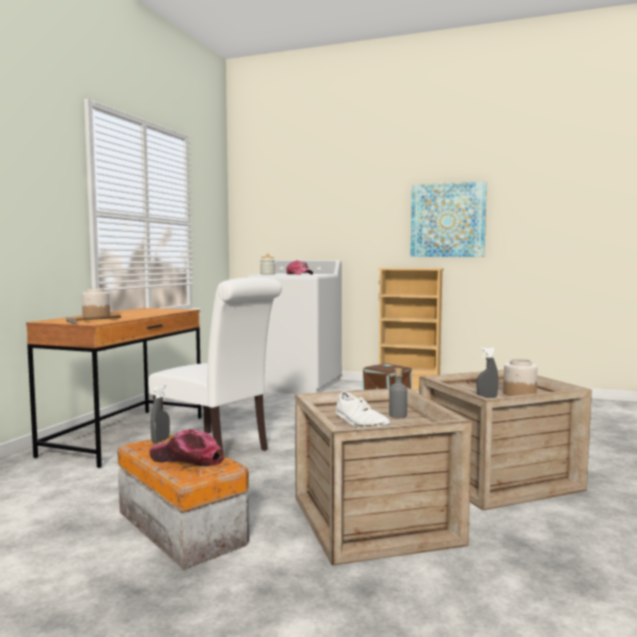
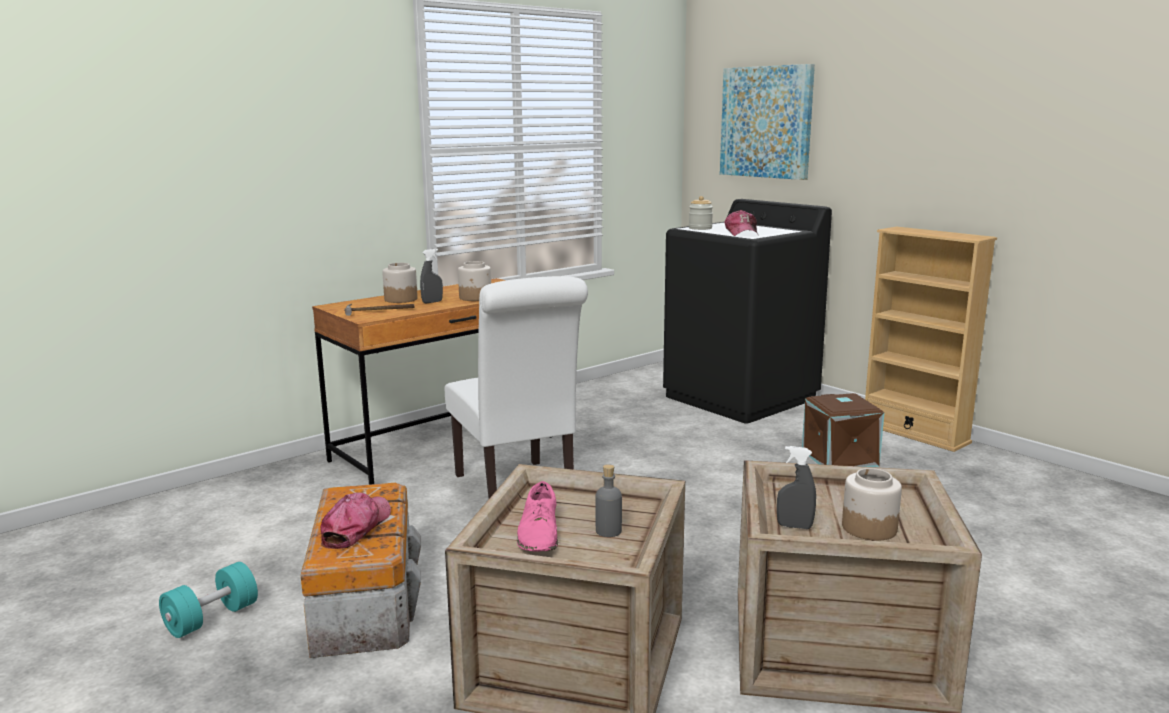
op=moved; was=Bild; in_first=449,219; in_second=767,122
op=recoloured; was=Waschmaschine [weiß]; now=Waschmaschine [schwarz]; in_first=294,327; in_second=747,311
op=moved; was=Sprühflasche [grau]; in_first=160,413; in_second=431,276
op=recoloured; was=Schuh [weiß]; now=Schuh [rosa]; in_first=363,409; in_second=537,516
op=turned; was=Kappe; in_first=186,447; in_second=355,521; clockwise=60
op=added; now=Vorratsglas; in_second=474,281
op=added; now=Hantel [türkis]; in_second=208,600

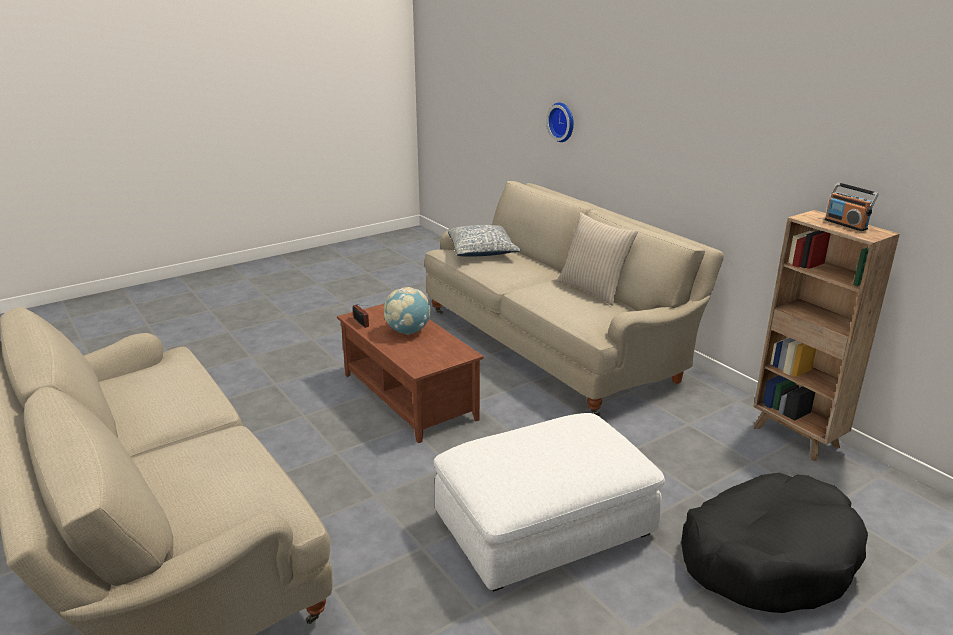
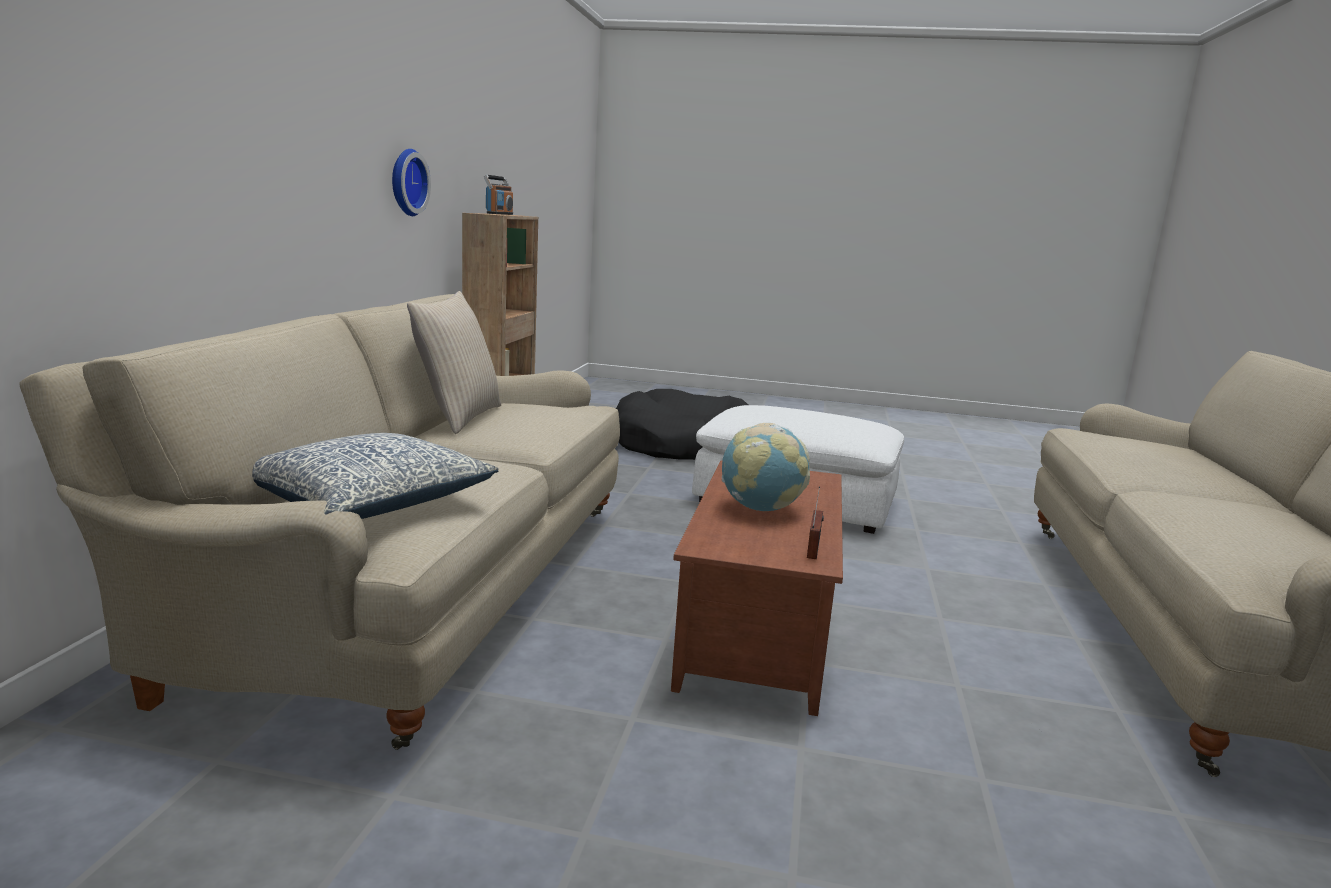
op=moved; was=Wanduhr; in_first=560,122; in_second=411,182

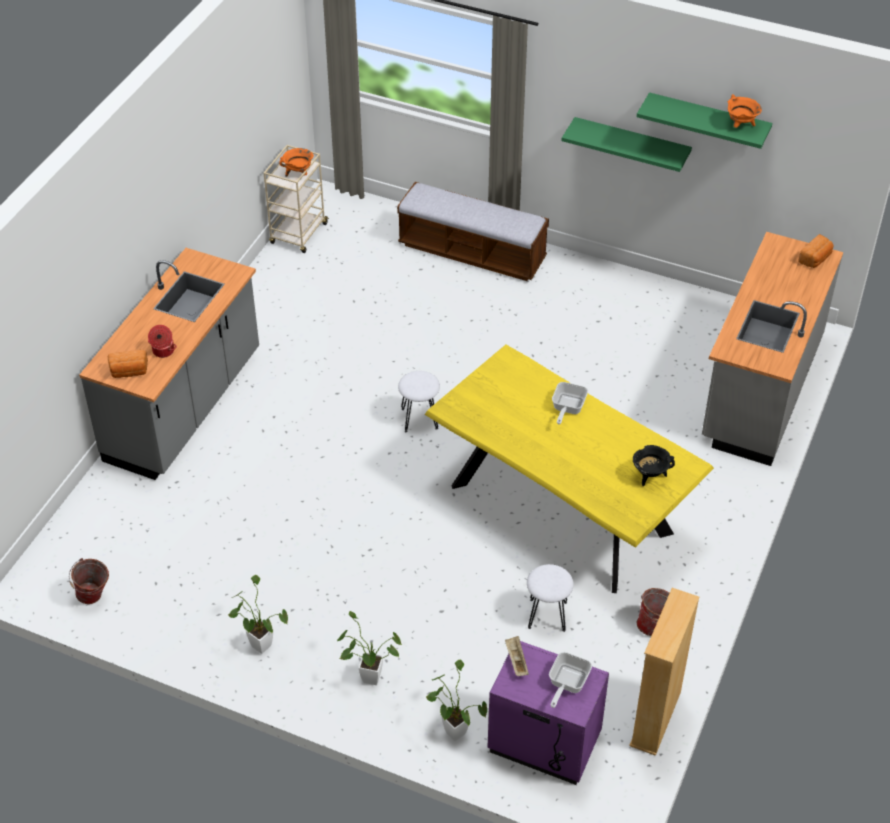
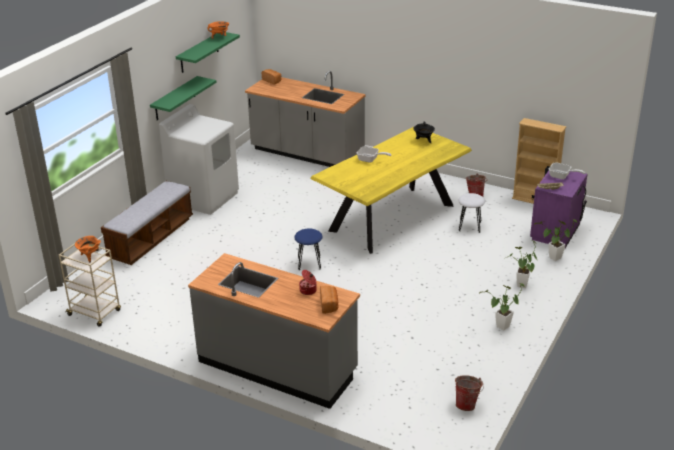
op=recoloured; was=Hocker [weiß]; now=Hocker [blau]; in_first=419,401; in_second=308,249
op=added; now=Waschmaschine [weiß]; in_second=199,159

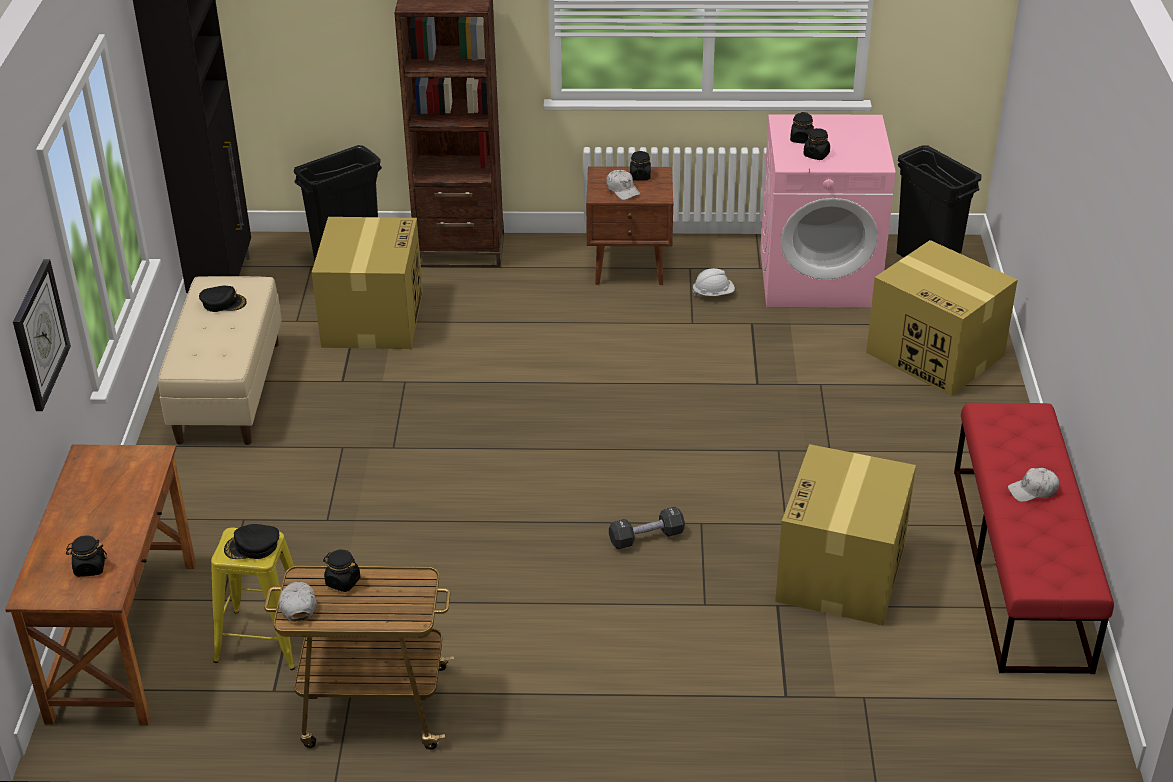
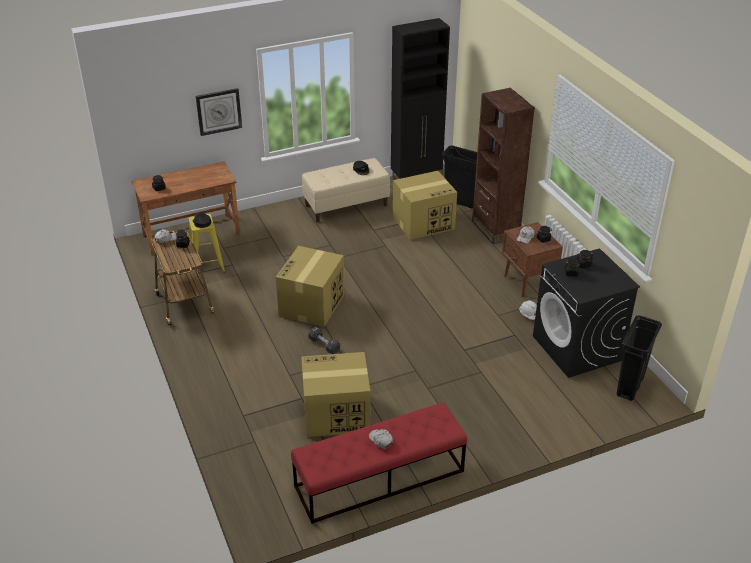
op=recoloured; was=Waschmaschine [rosa]; now=Waschmaschine [schwarz]; in_first=828,211; in_second=586,313
op=moved; was=Karton; in_first=942,318; in_second=310,286

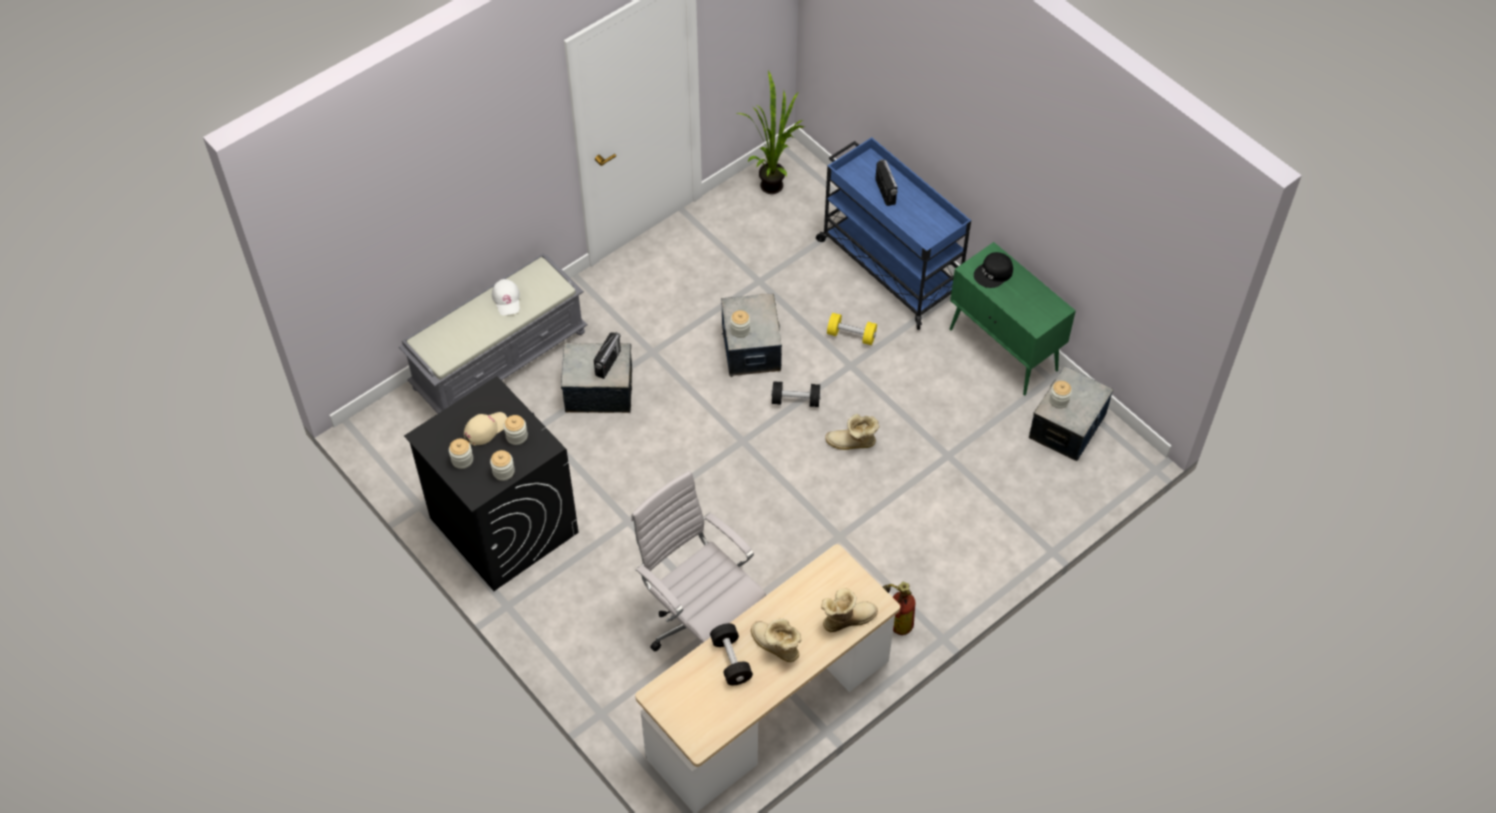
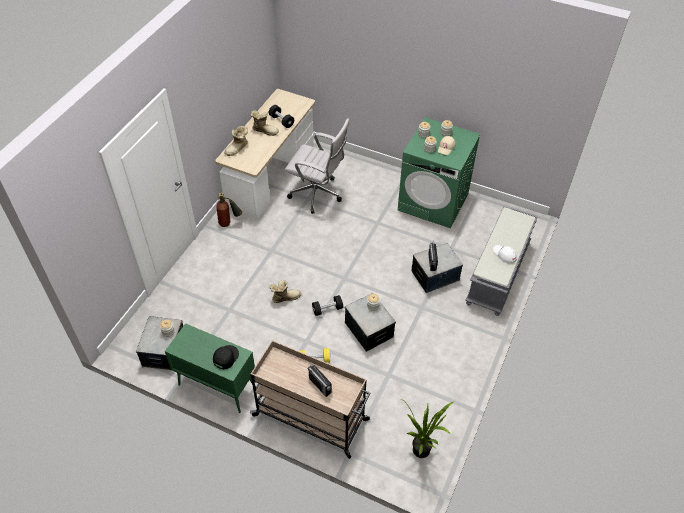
op=recoloured; was=Rollwagen [blau]; now=Rollwagen [beige]; in_first=893,233; in_second=310,399
op=recoloured; was=Waschmaschine [schwarz]; now=Waschmaschine [grün]; in_first=491,483; in_second=439,173

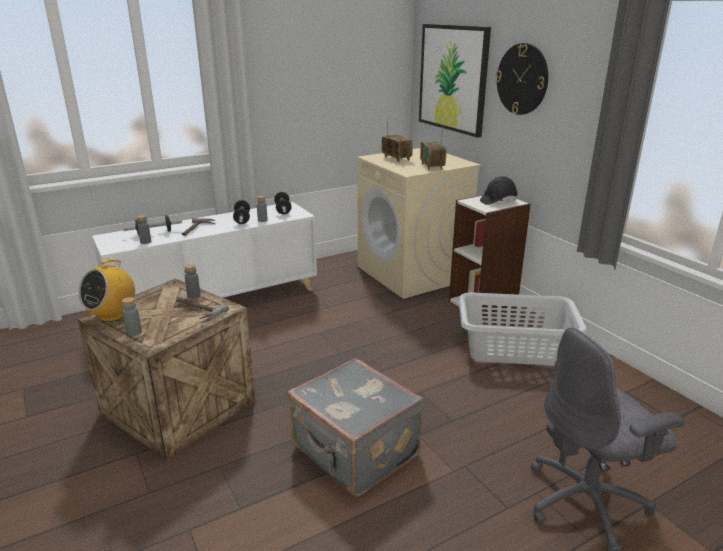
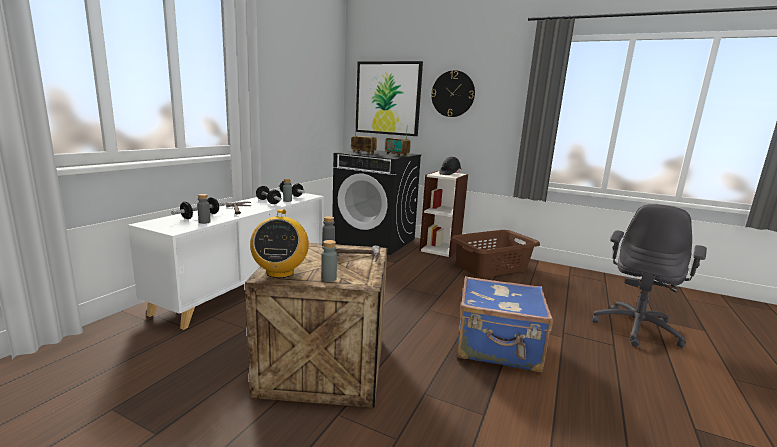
op=recoloured; was=Waschmaschine [beige]; now=Waschmaschine [schwarz]; in_first=419,223; in_second=377,202
op=recoloured; was=Wäschekorb [grau]; now=Wäschekorb [braun]; in_first=523,329; in_second=495,254
op=recoloured; was=Koffer [grau]; now=Koffer [blau]; in_first=355,427; in_second=505,324

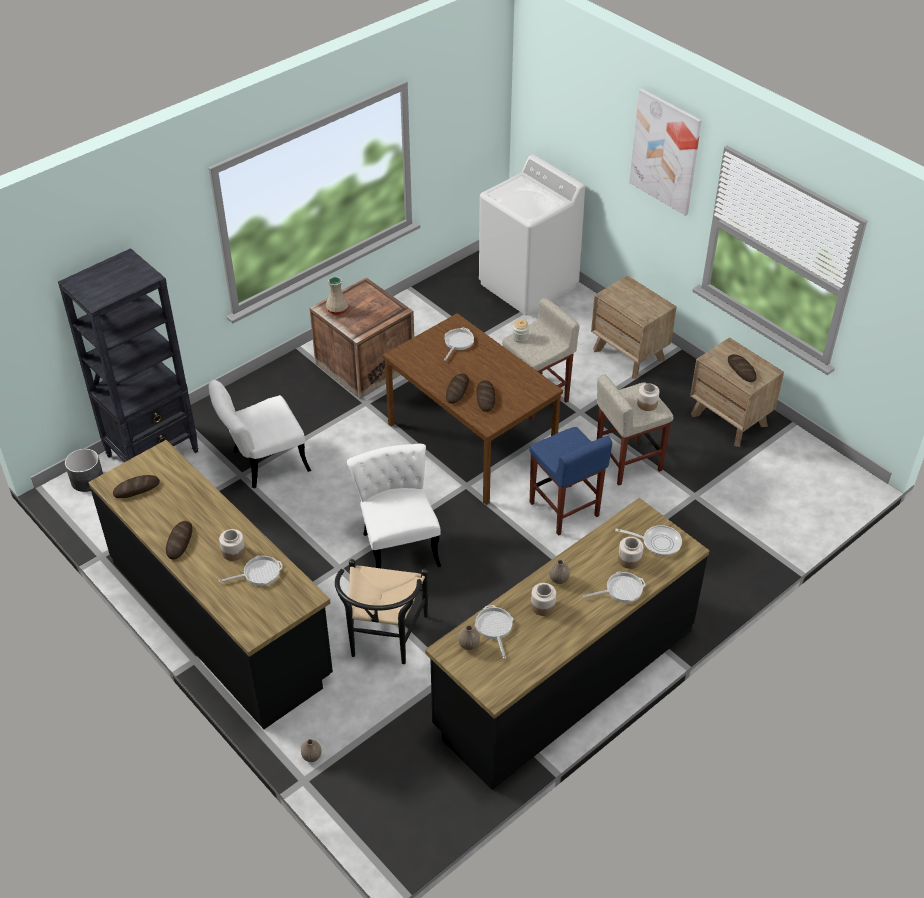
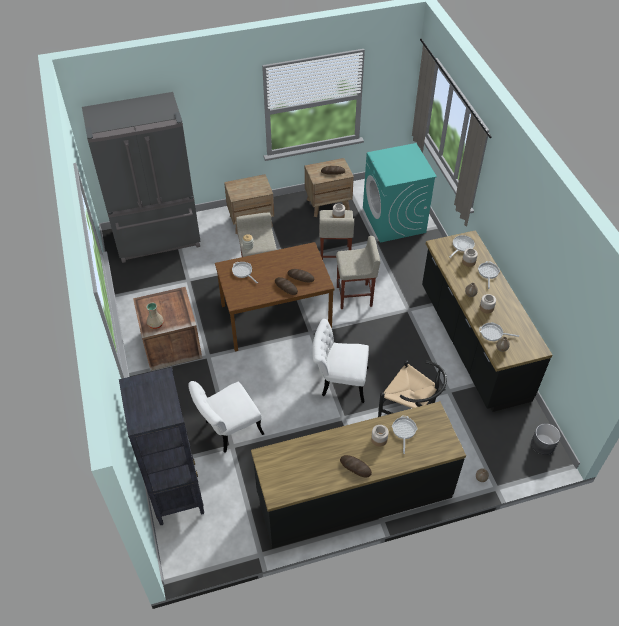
op=removed; was=Bild; in_first=665,152
op=replaced; was=Waschmaschine [weiß]; now=Kühlschrank [grau]; in_first=532,235; in_second=141,177
op=turned; was=Stuhl [weiß]; in_first=260,434; in_second=226,417; clockwise=60
op=recoloured; was=Hocker [blau]; now=Hocker [beige]; in_first=570,481; in_second=358,272
op=moved; was=Pflanzkübel [grau]; in_first=84,470; in_second=545,439
op=removed; was=Brot; in_first=136,486
op=added; now=Waschmaschine [türkis]; in_second=400,193

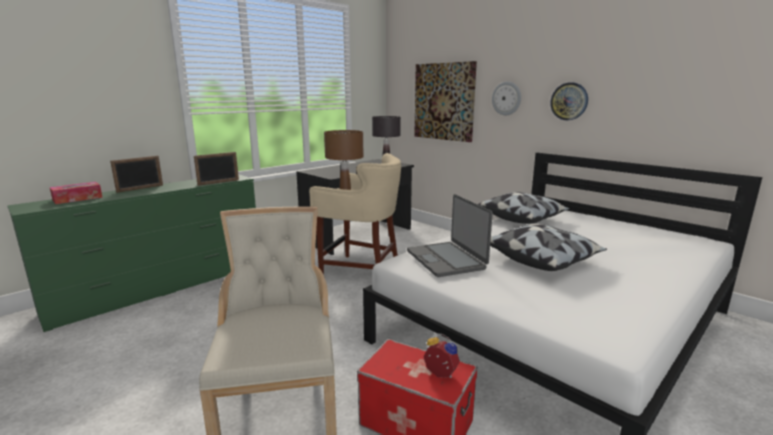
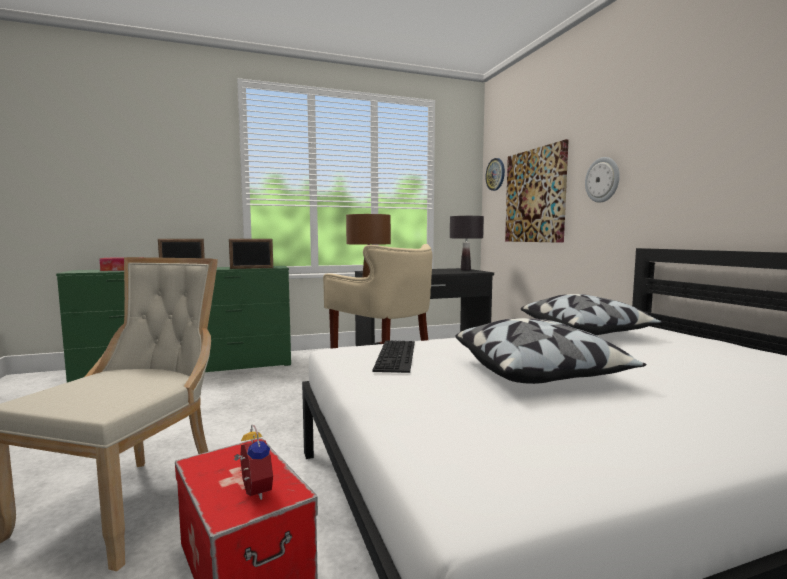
op=moved; was=Wanduhr; in_first=569,101; in_second=495,174
op=replaced; was=Laptop; now=Tastatur; in_first=450,235; in_second=393,356

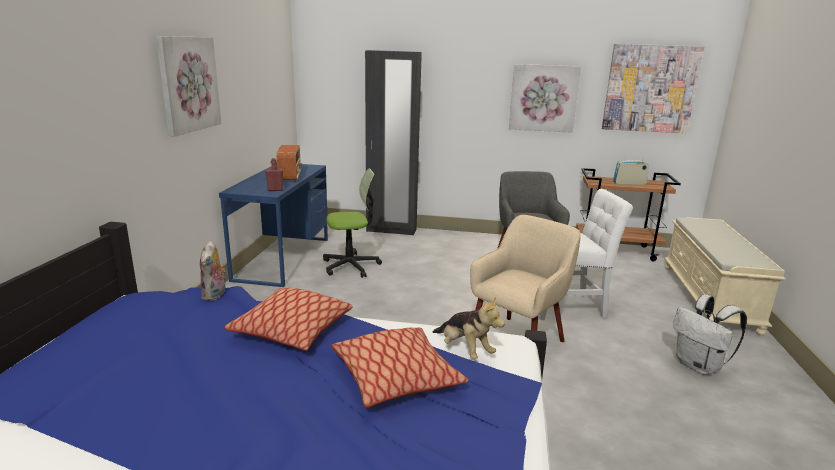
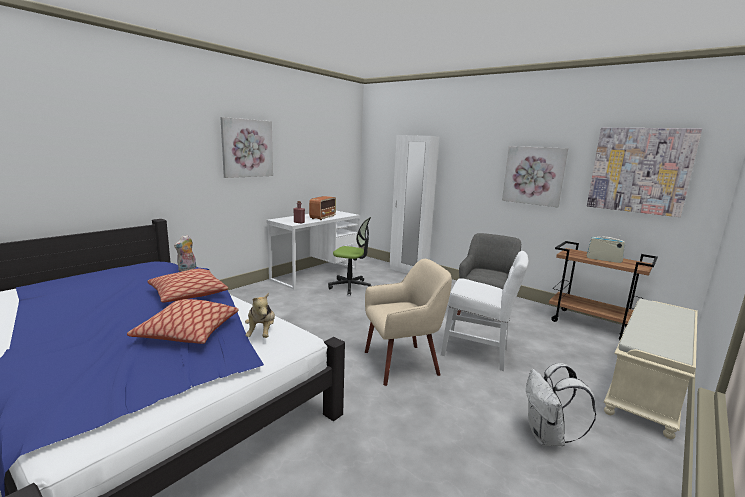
op=recoloured; was=Kleiderschrank [schwarz]; now=Kleiderschrank [weiß]; in_first=393,142; in_second=414,204
op=recoloured; was=Schreibtisch [blau]; now=Schreibtisch [weiß]; in_first=273,225; in_second=313,250

